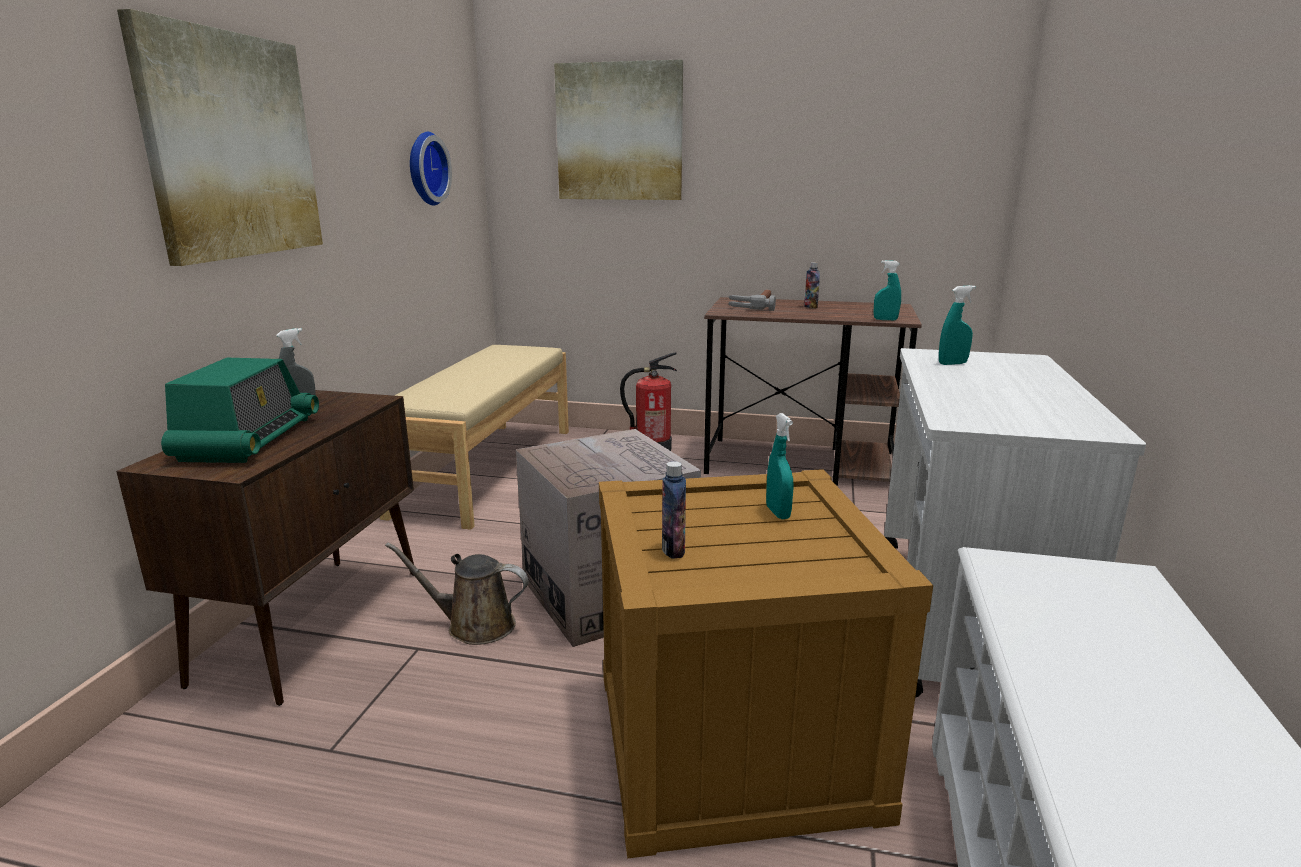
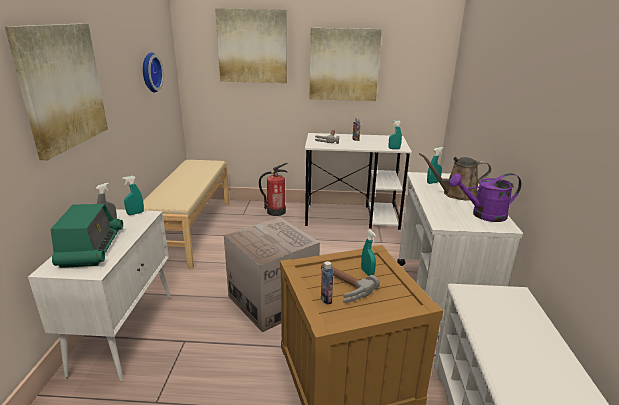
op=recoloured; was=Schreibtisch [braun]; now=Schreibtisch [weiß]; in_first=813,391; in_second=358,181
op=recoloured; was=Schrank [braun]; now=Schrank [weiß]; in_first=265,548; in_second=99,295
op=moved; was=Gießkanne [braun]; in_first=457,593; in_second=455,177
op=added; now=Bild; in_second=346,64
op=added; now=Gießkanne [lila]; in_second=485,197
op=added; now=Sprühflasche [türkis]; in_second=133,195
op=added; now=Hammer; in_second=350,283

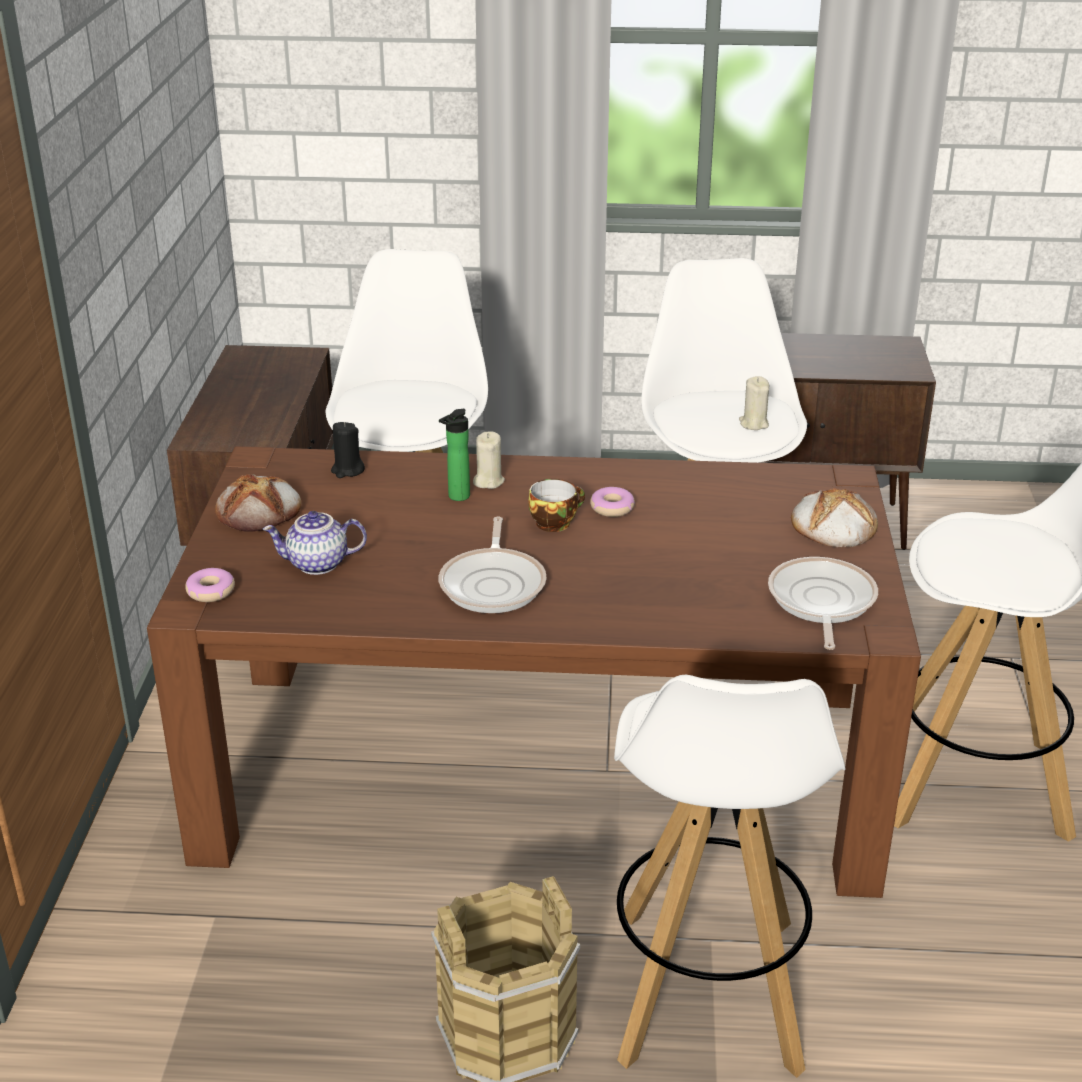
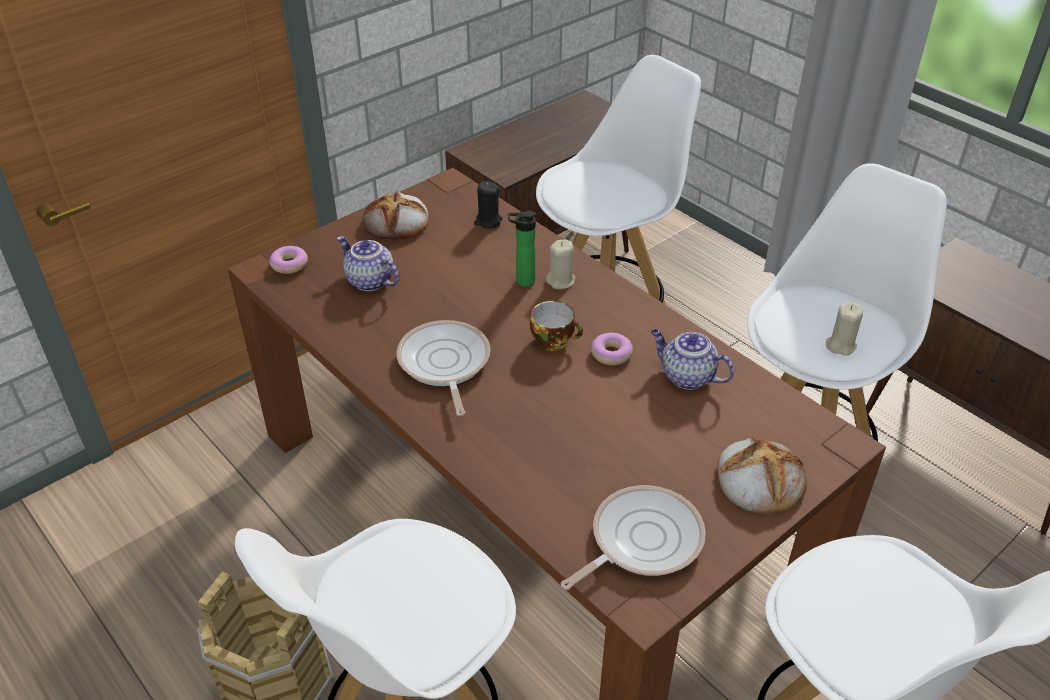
op=turned; was=Pfanne; in_first=492,564; in_second=443,368; clockwise=120
op=added; now=Teekanne; in_second=692,359

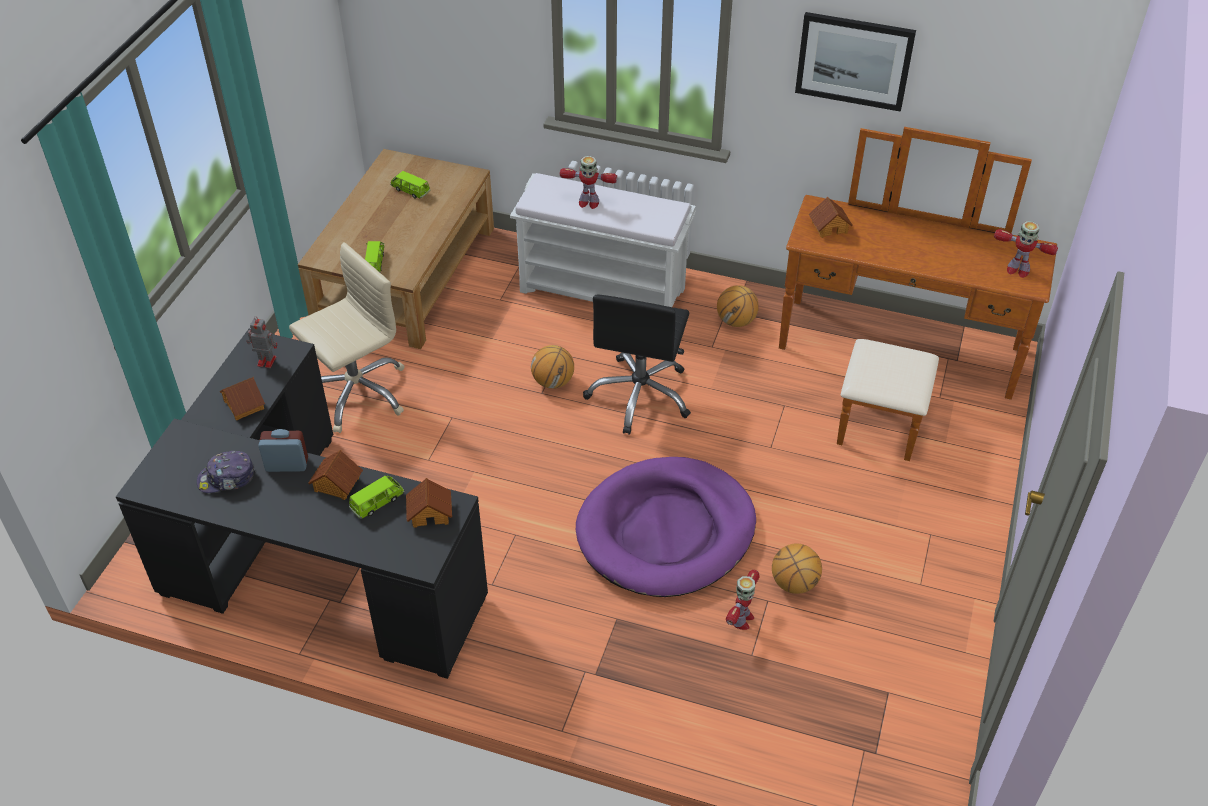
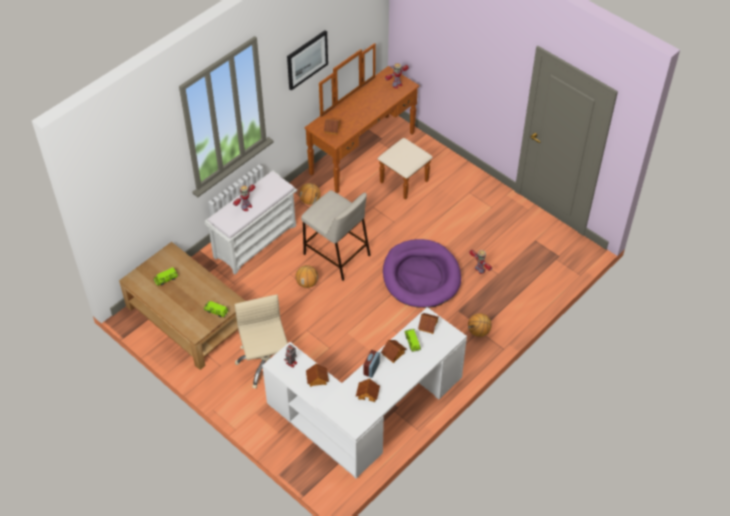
op=replaced; was=Bürostuhl [schwarz]; now=Hocker [beige]; in_first=637,365; in_second=336,235
op=recoloured; was=Schreibtisch [schwarz]; now=Schreibtisch [weiß]; in_first=302,504; in_second=364,393
op=replaced; was=Kappe; now=Spielzeughaus; in_first=226,472; in_second=368,390
op=moved; was=Basketball; in_first=797,569; in_second=480,325

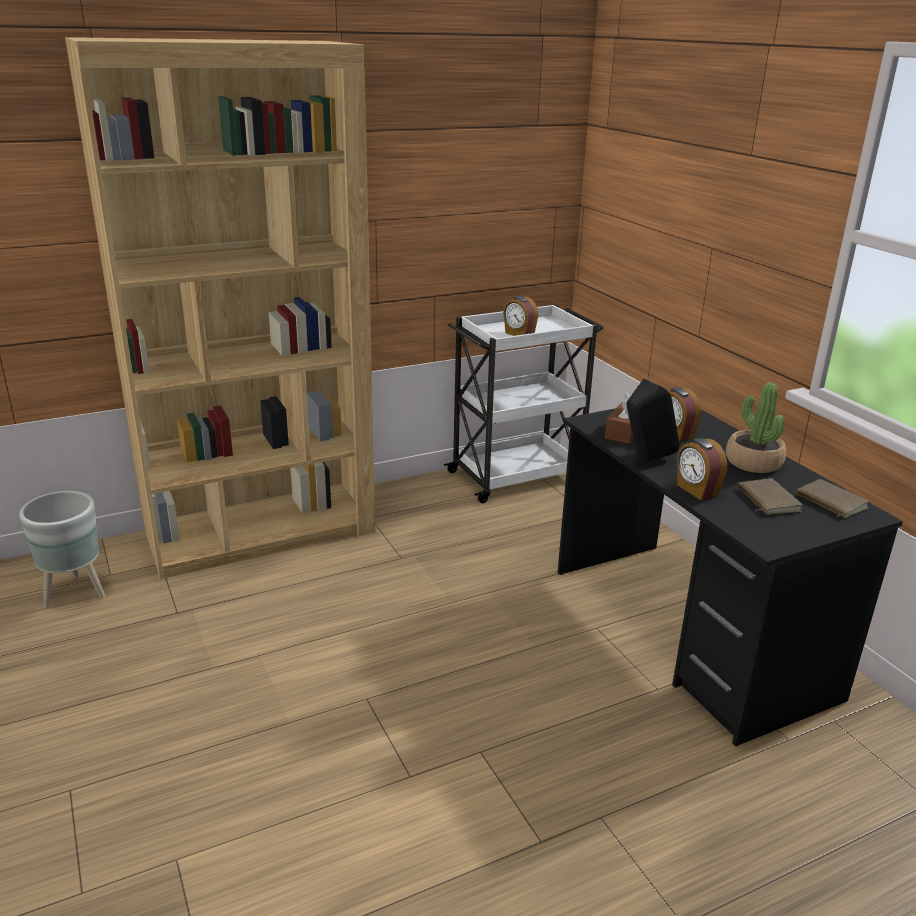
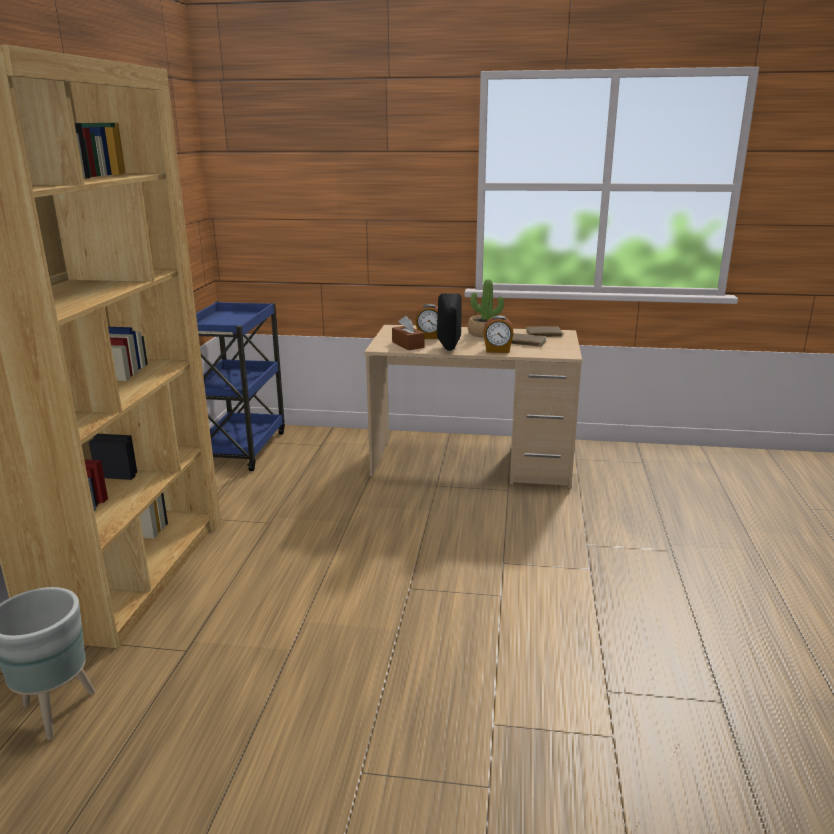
op=removed; was=Wecker; in_first=520,316
op=recoloured; was=Rollwagen [weiß]; now=Rollwagen [blau]; in_first=523,403; in_second=240,386
op=recoloured; was=Schreibtisch [schwarz]; now=Schreibtisch [beige]; in_first=730,577; in_second=473,406

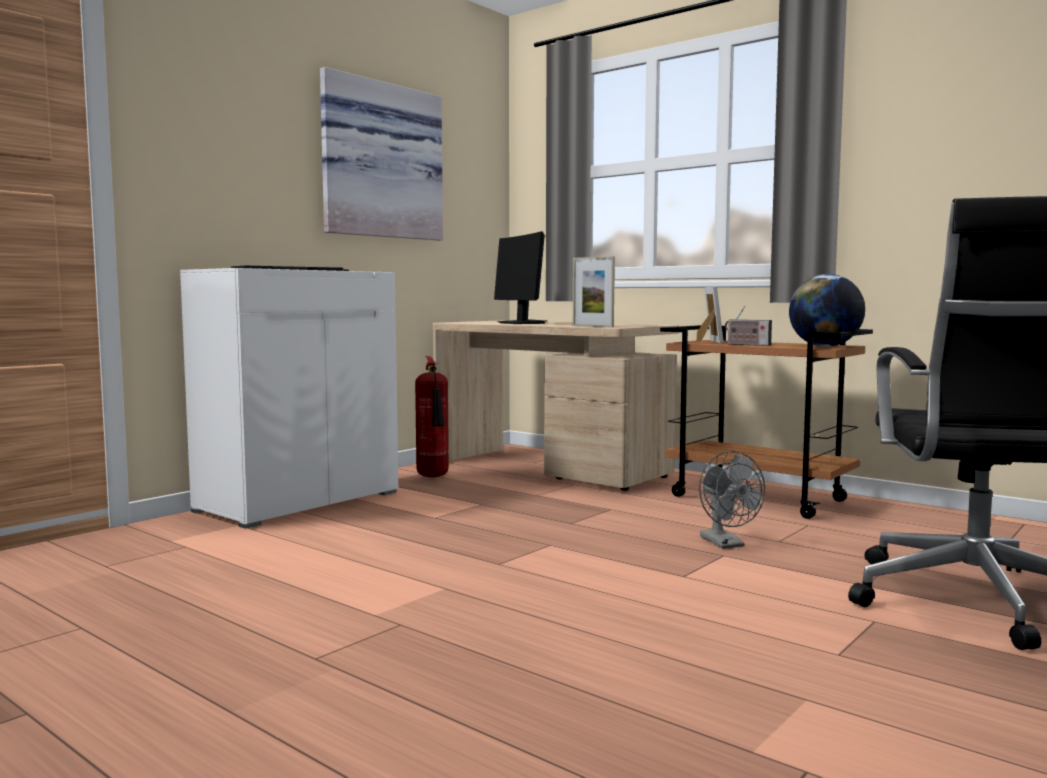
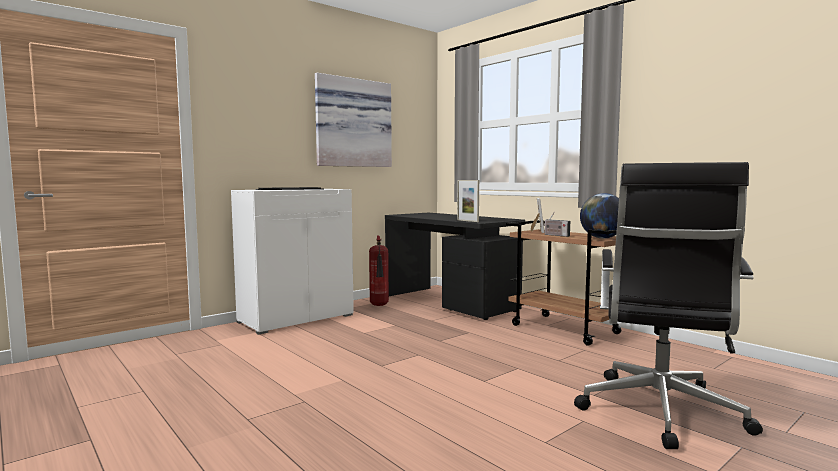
op=removed; was=Monitor; in_first=519,278
op=recoloured; was=Schreibtisch [beige]; now=Schreibtisch [schwarz]; in_first=556,406; in_second=455,266
op=removed; was=Ventilator [grau]; in_first=732,500

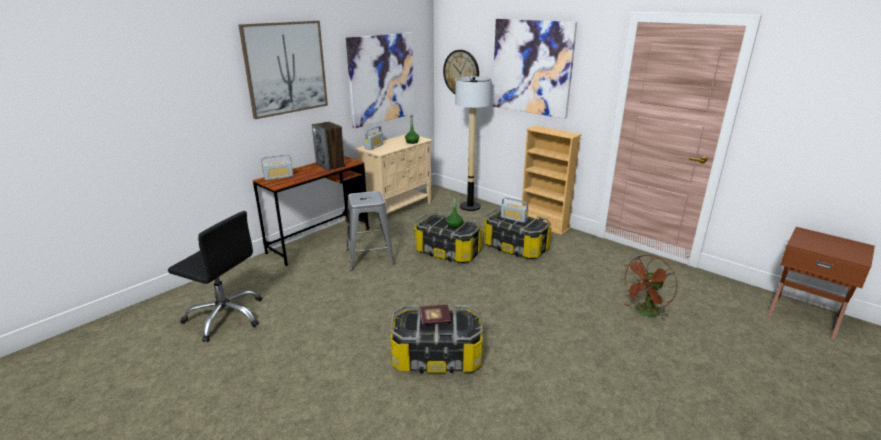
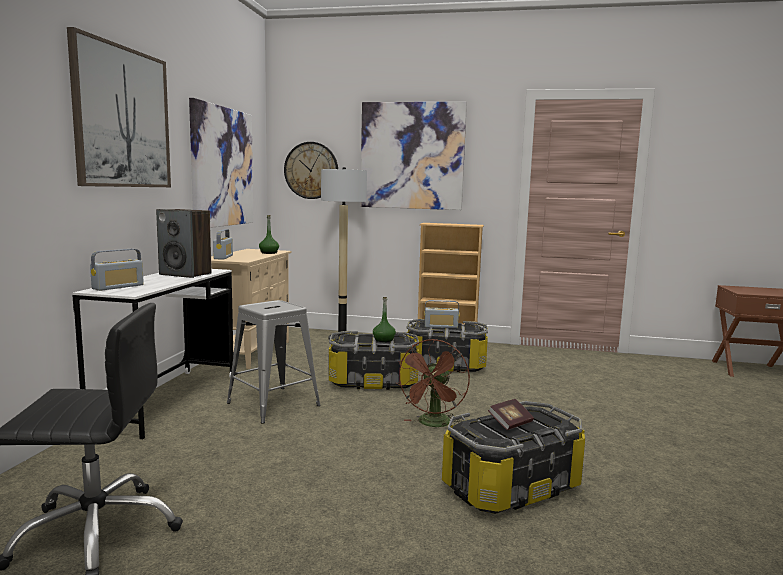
op=recoloured; was=Schreibtisch [braun]; now=Schreibtisch [weiß]; in_first=311,211; in_second=153,354
op=moved; was=Ventilator [braun]; in_first=649,288; in_second=433,383

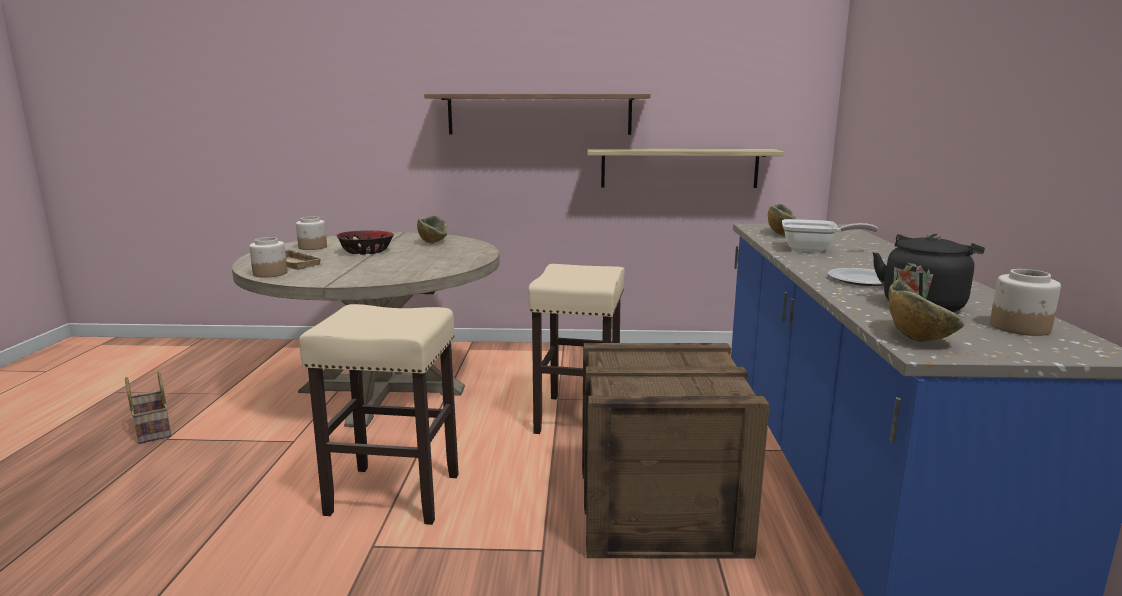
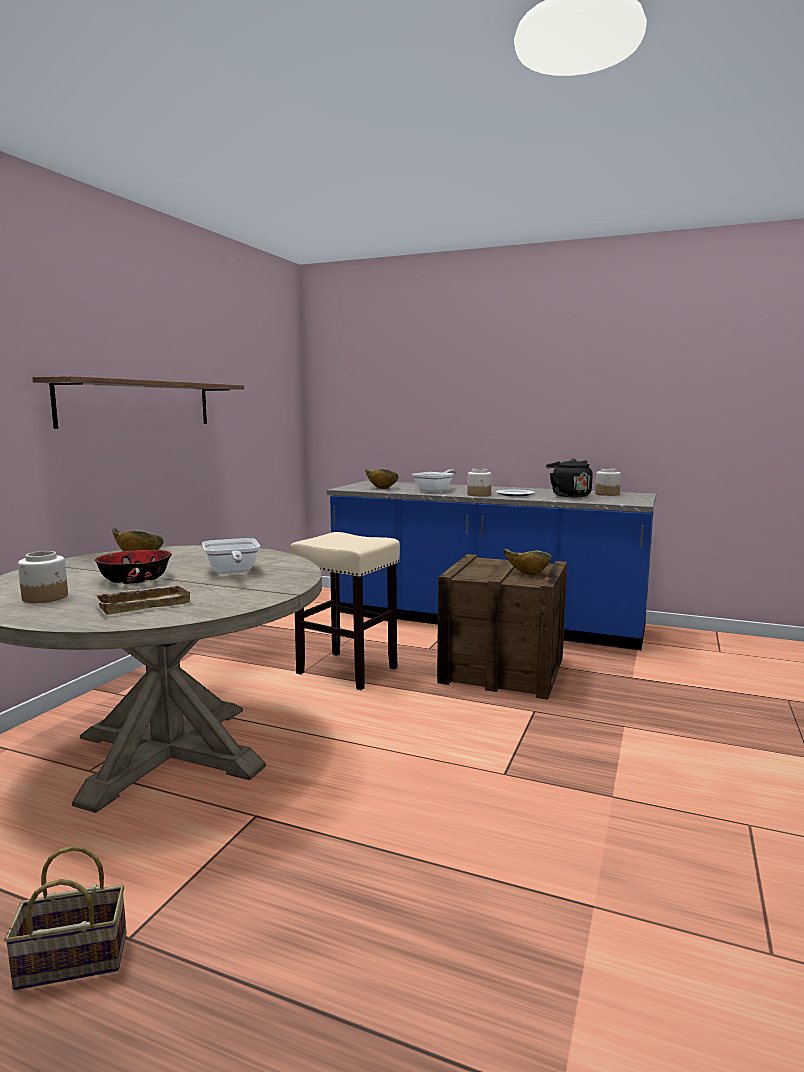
op=removed; was=Wandregal; in_first=685,168
op=moved; was=Vorratsglas; in_first=268,257; in_second=479,482
op=moved; was=Schüssel; in_first=926,311; in_second=528,562
op=removed; was=Hocker [beige]; in_first=379,414
op=added; now=Pfanne; in_second=231,556

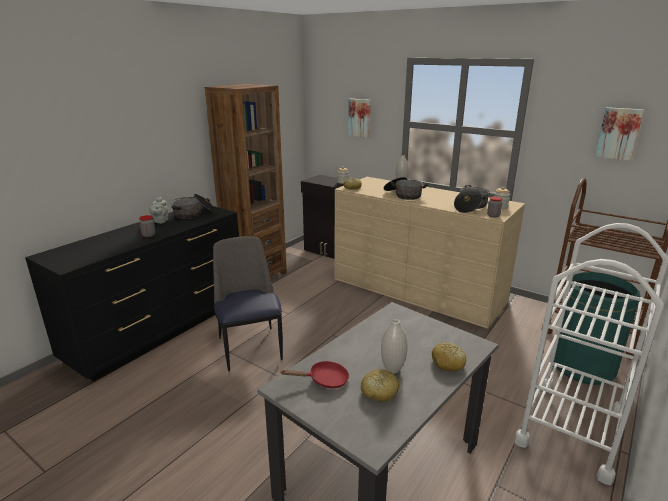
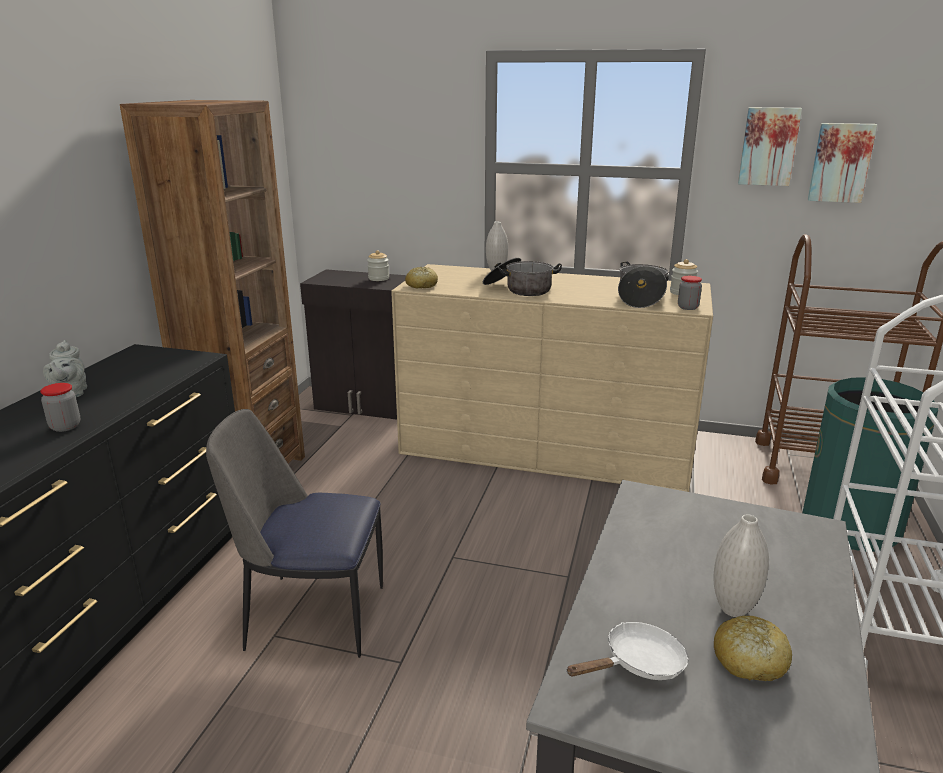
op=moved; was=Bild; in_first=359,118; in_second=770,146
op=removed; was=Kochtopf; in_first=193,206
op=turned; was=Stuhl; in_first=248,303; in_second=294,533; clockwise=-45
op=removed; was=Brot; in_first=449,356
op=recoloured; was=Pfanne [rot]; now=Pfanne [weiß]; in_first=315,375; in_second=627,651

